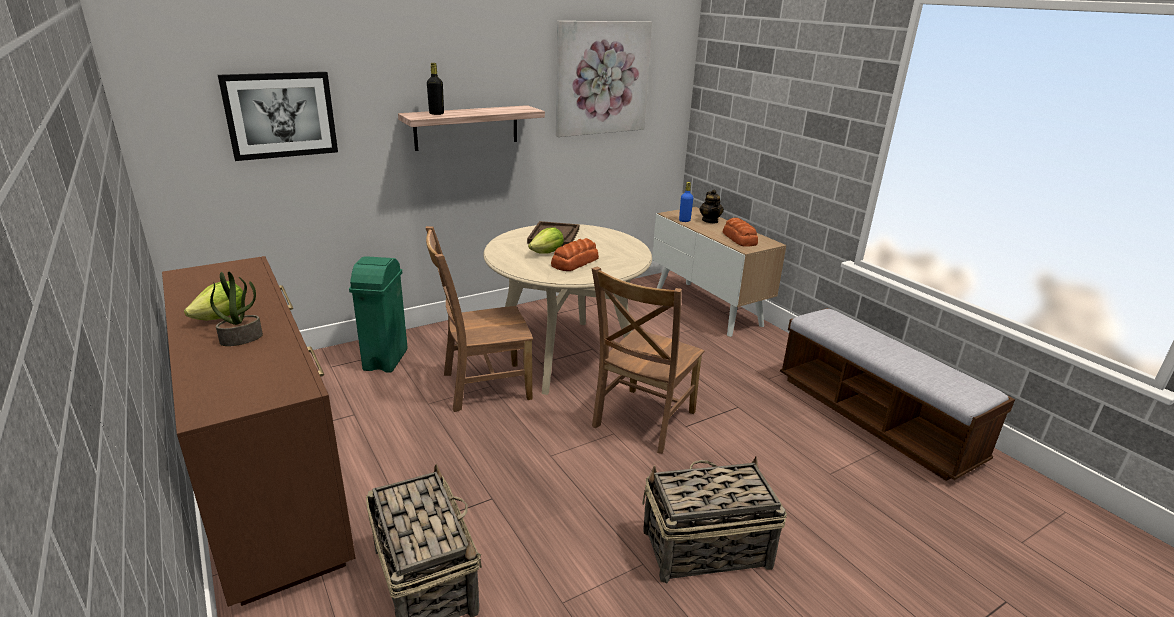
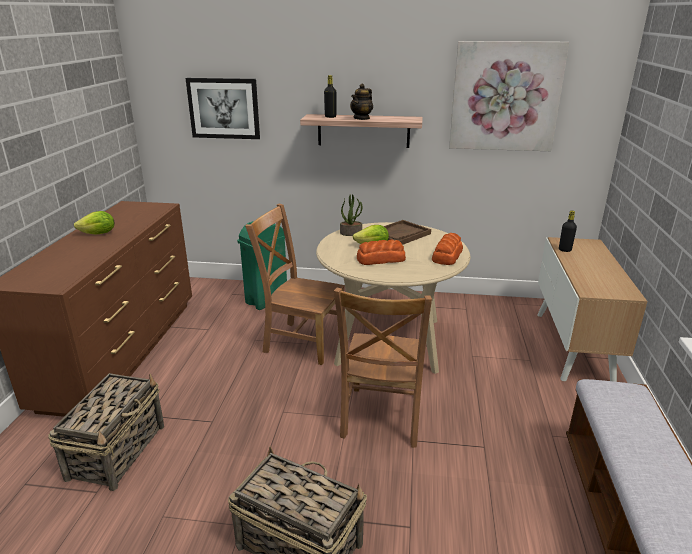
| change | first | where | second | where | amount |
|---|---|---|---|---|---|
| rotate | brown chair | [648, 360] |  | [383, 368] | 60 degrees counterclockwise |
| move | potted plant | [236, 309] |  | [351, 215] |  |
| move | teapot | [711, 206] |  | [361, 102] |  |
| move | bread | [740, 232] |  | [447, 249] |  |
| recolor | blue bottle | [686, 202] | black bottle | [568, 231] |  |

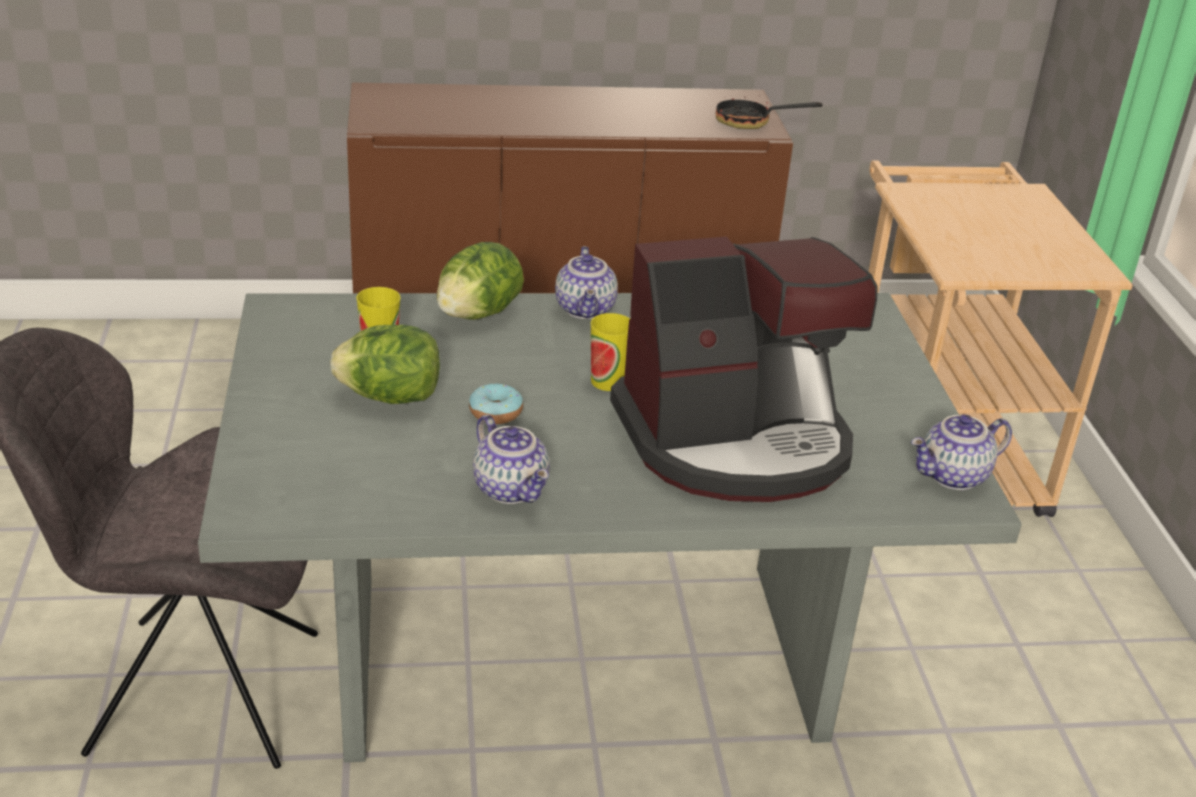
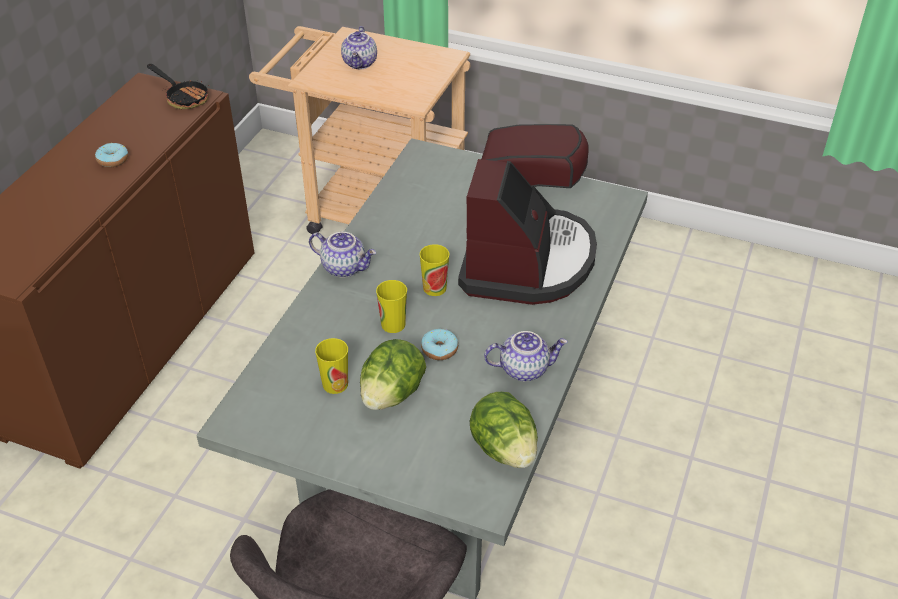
| change | first | where | second | where | amount |
|---|---|---|---|---|---|
| insert |  |  | donut | [111, 155] |  |
| rotate | frying pan | [769, 108] |  | [178, 86] | 75 degrees counterclockwise |
| move | teapot | [961, 452] |  | [359, 47] |  |
| insert |  |  | cup | [391, 306] |  |
| move | lettuce | [480, 281] |  | [504, 430] |  |

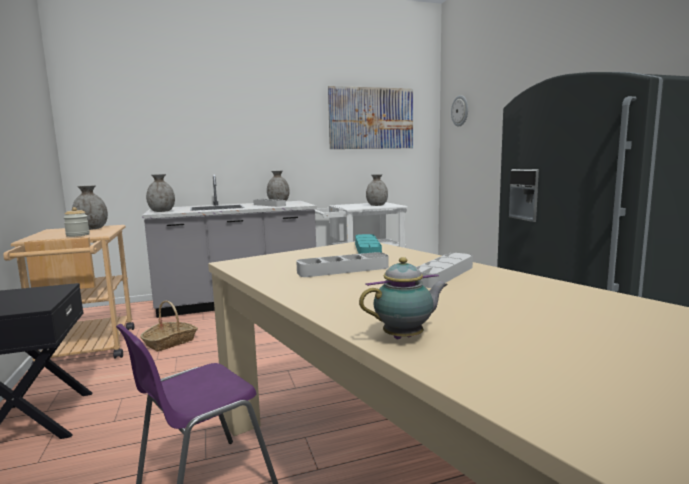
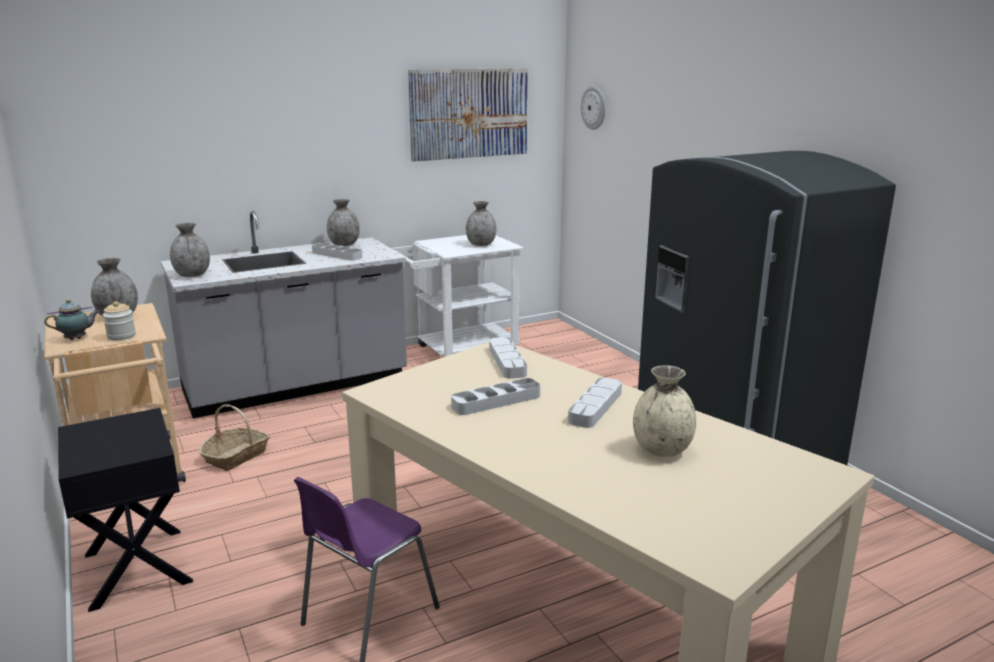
| change | first | where | second | where | amount |
|---|---|---|---|---|---|
| move | teapot | [403, 298] |  | [72, 319] |  |
| recolor | turquoise tray | [368, 244] | grey tray | [508, 358] |  |
| insert |  |  | beige vase | [664, 411] |  |

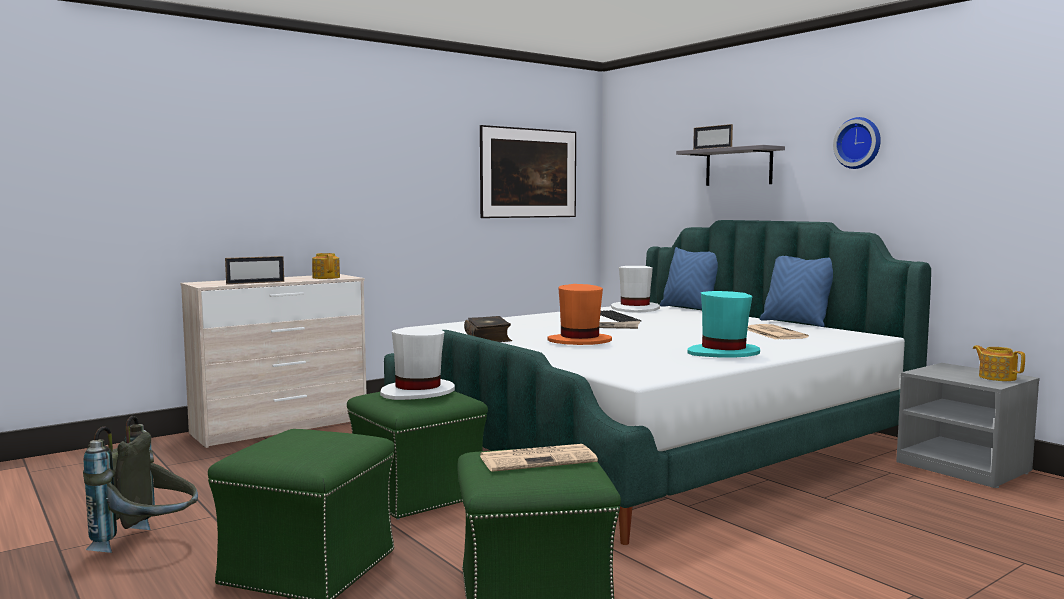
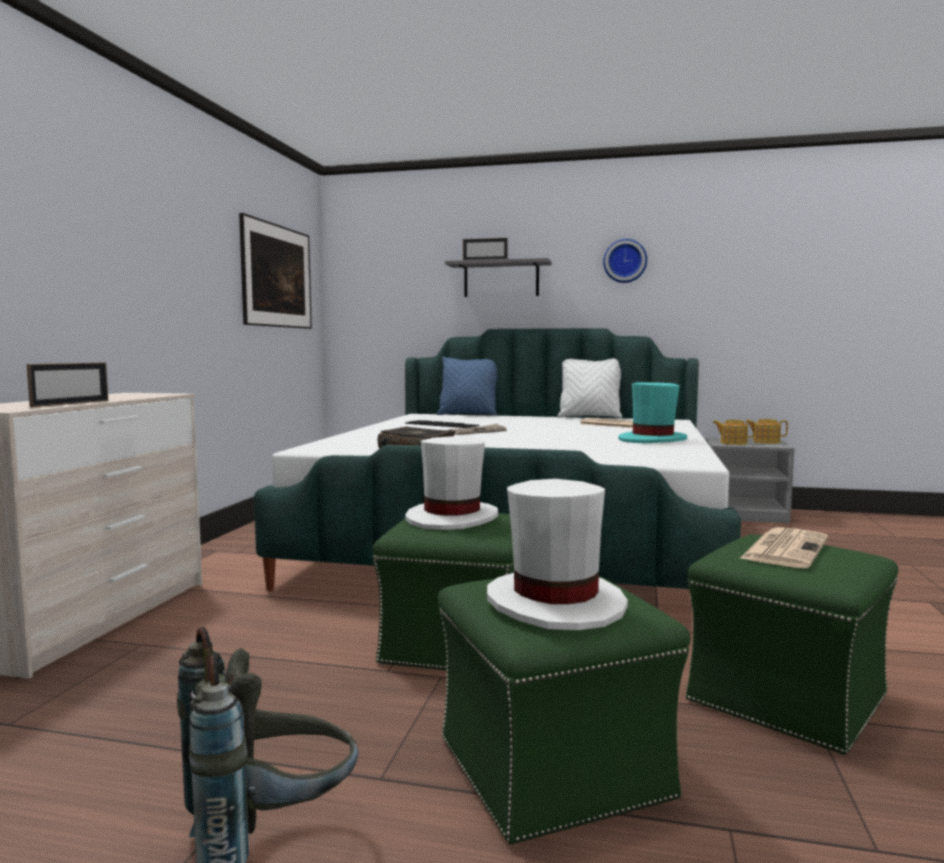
| change | first | where | second | where | amount |
|---|---|---|---|---|---|
| move | white hat | [635, 289] |  | [557, 554] |  |
| recolor | blue pillow | [796, 291] | white pillow | [590, 388] |  |
| move | teapot | [326, 266] |  | [734, 432] |  |
| delete | orange hat | [579, 314] |  |  |  |

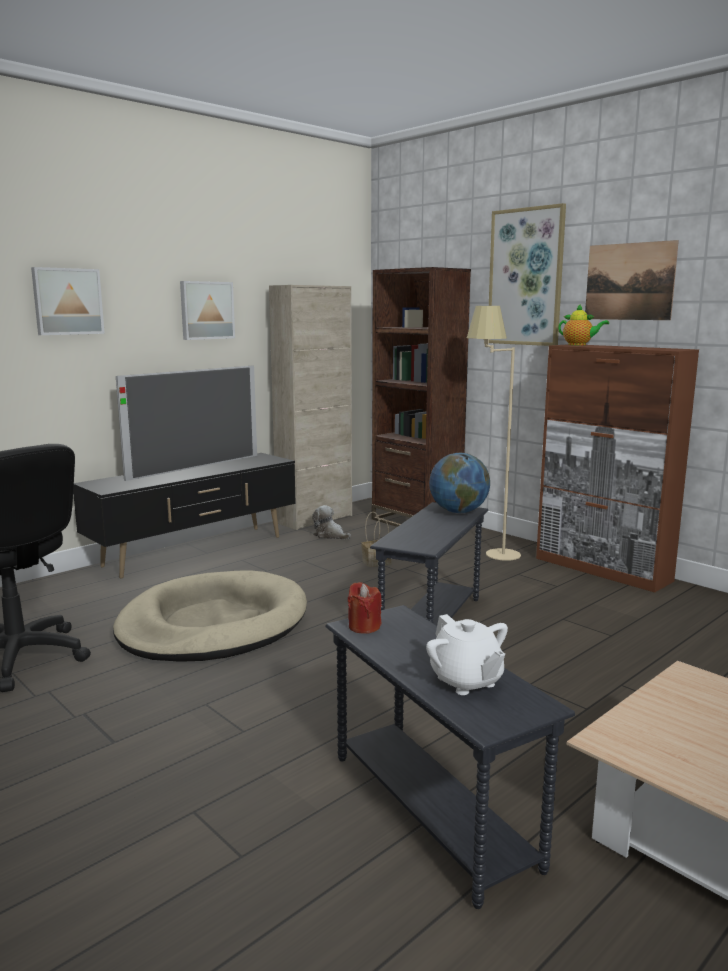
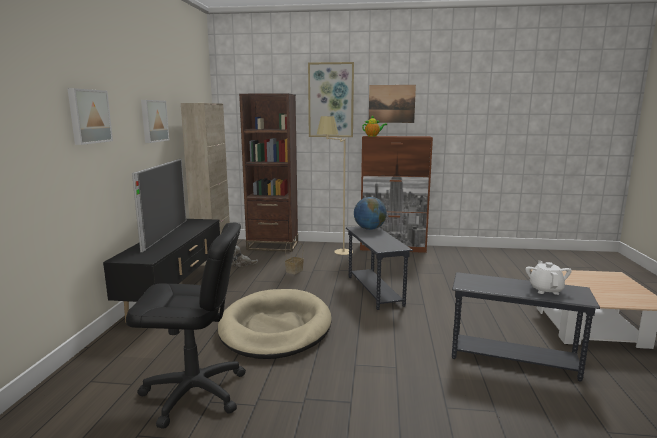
| change | first | where | second | where | amount |
|---|---|---|---|---|---|
| rotate | white teapot | [467, 654] |  | [548, 278] | 105 degrees counterclockwise |
| delete | red candle | [365, 608] |  |  |  |

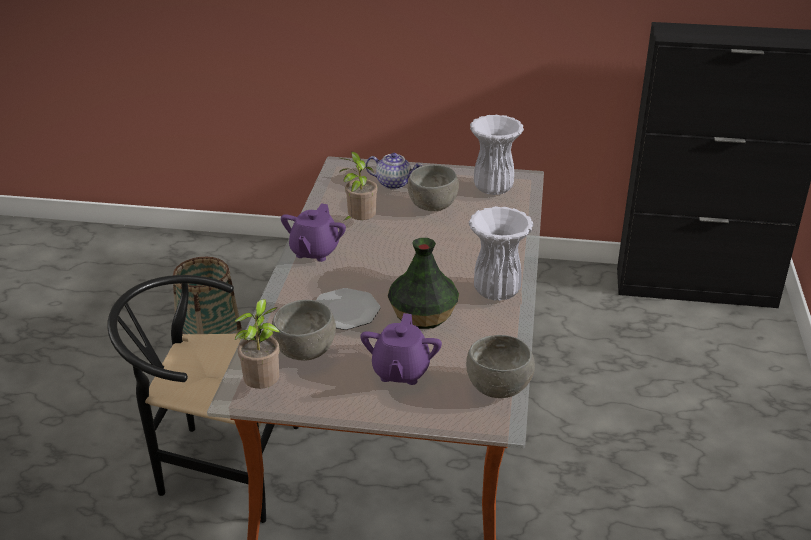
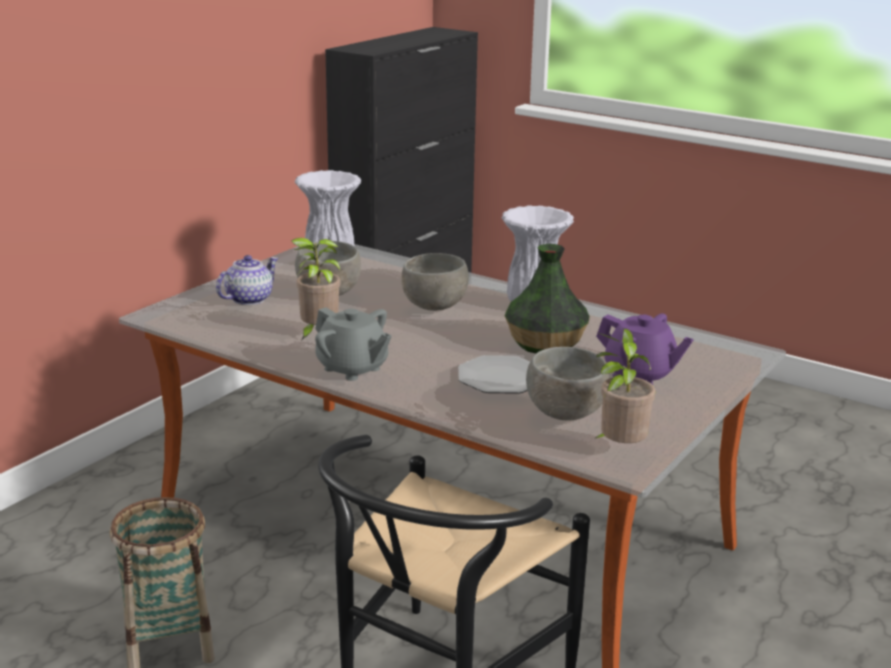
| change | first | where | second | where | amount |
|---|---|---|---|---|---|
| recolor | purple teapot | [313, 232] | grey teapot | [353, 344] |  |
| move | grey bowl | [500, 366] |  | [435, 282] |  |

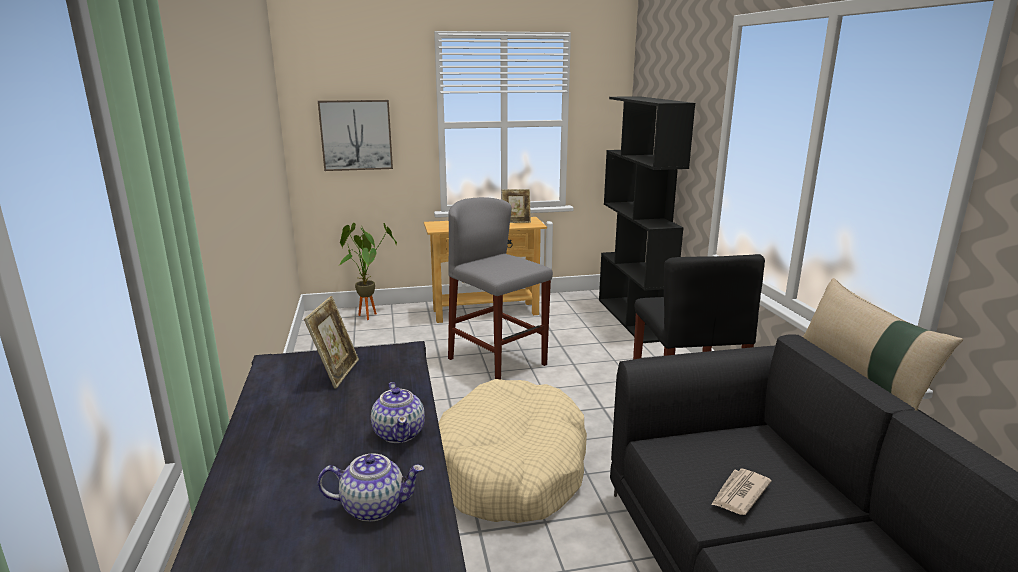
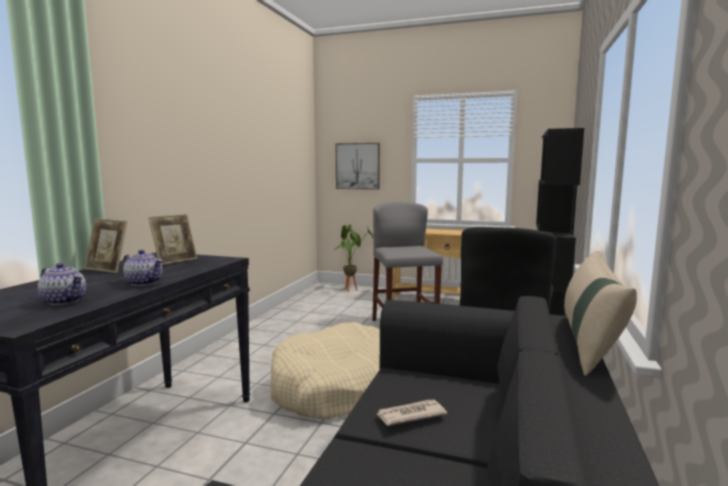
| change | first | where | second | where | amount |
|---|---|---|---|---|---|
| move | picture frame | [516, 206] |  | [105, 245] |  |
| rotate | teapot | [398, 412] |  | [143, 268] | 75 degrees counterclockwise |

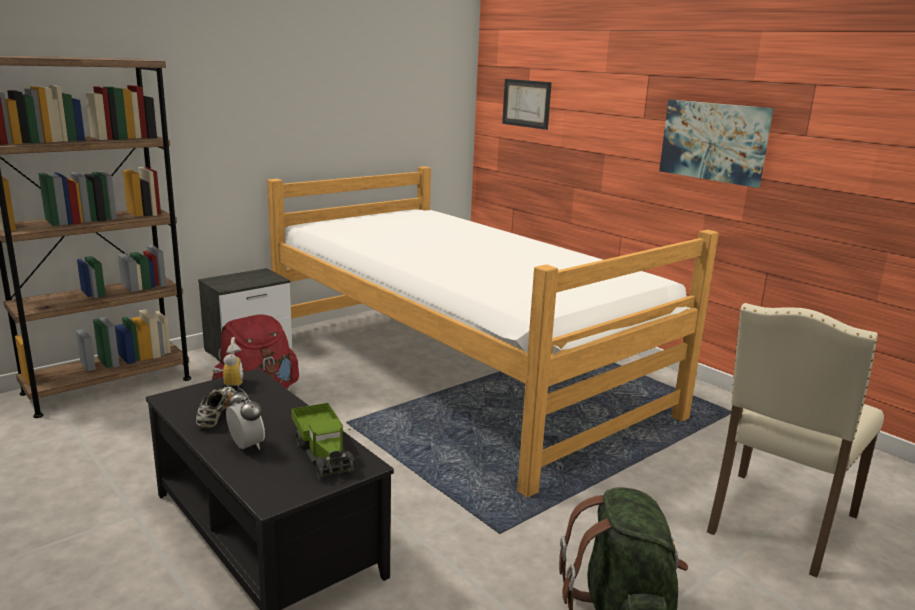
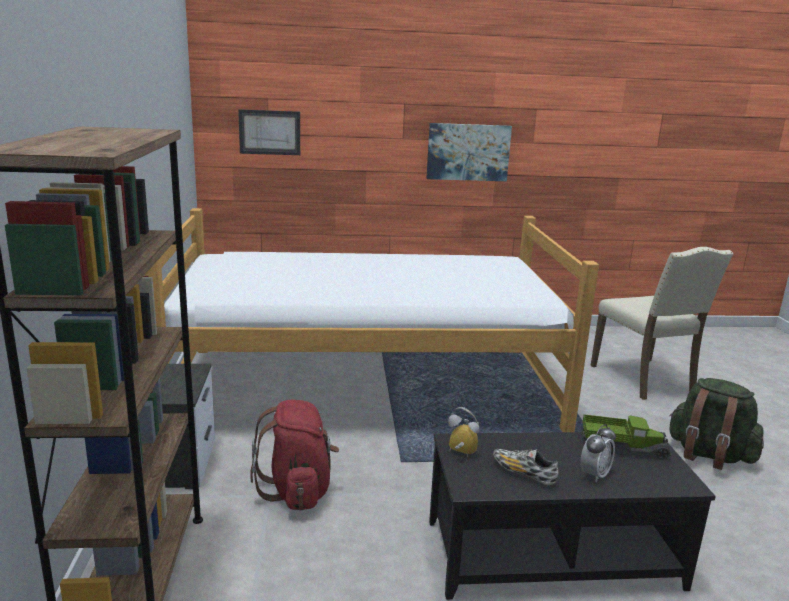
| change | first | where | second | where | amount |
|---|---|---|---|---|---|
| rotate | alarm clock | [245, 419] |  | [598, 453] | 135 degrees clockwise |

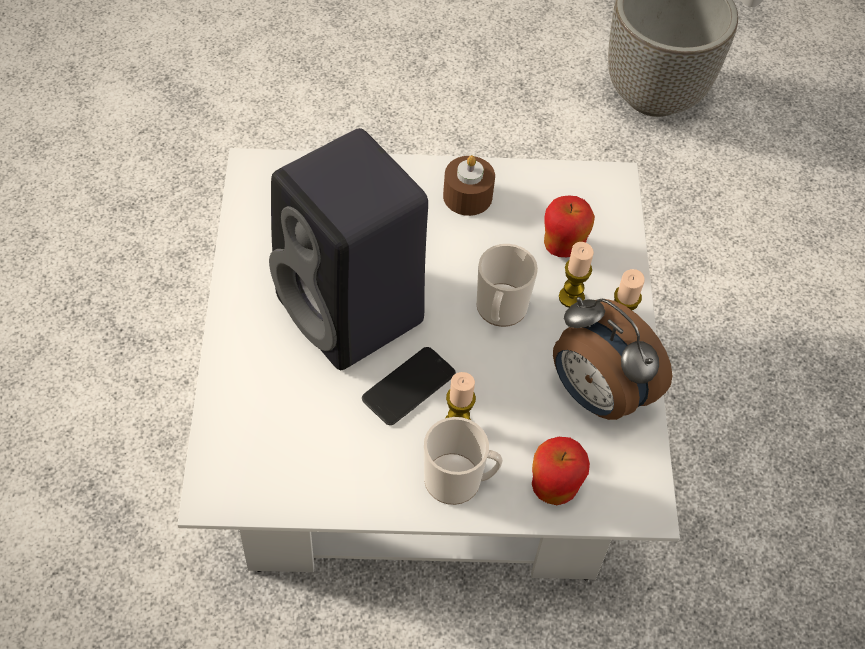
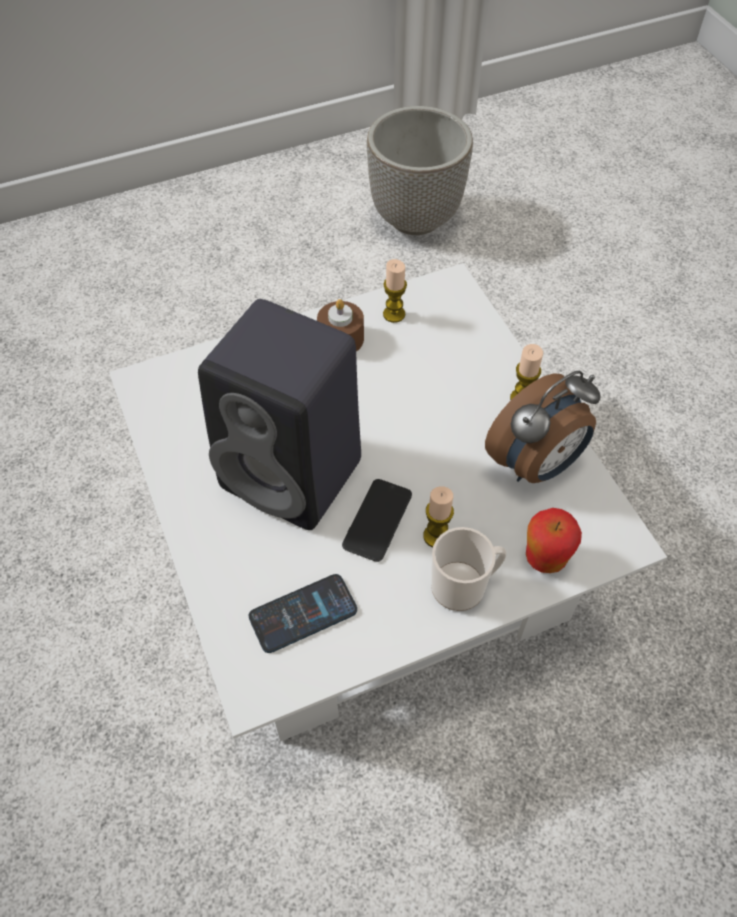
| change | first | where | second | where | amount |
|---|---|---|---|---|---|
| insert |  |  | phone | [303, 613] |  |
| move | candle | [576, 275] |  | [395, 291] |  |
| rotate | alarm clock | [612, 358] |  | [542, 426] | 60 degrees counterclockwise |
| delete | mug | [507, 285] |  |  |  |
| delete | apple | [569, 226] |  |  |  |

